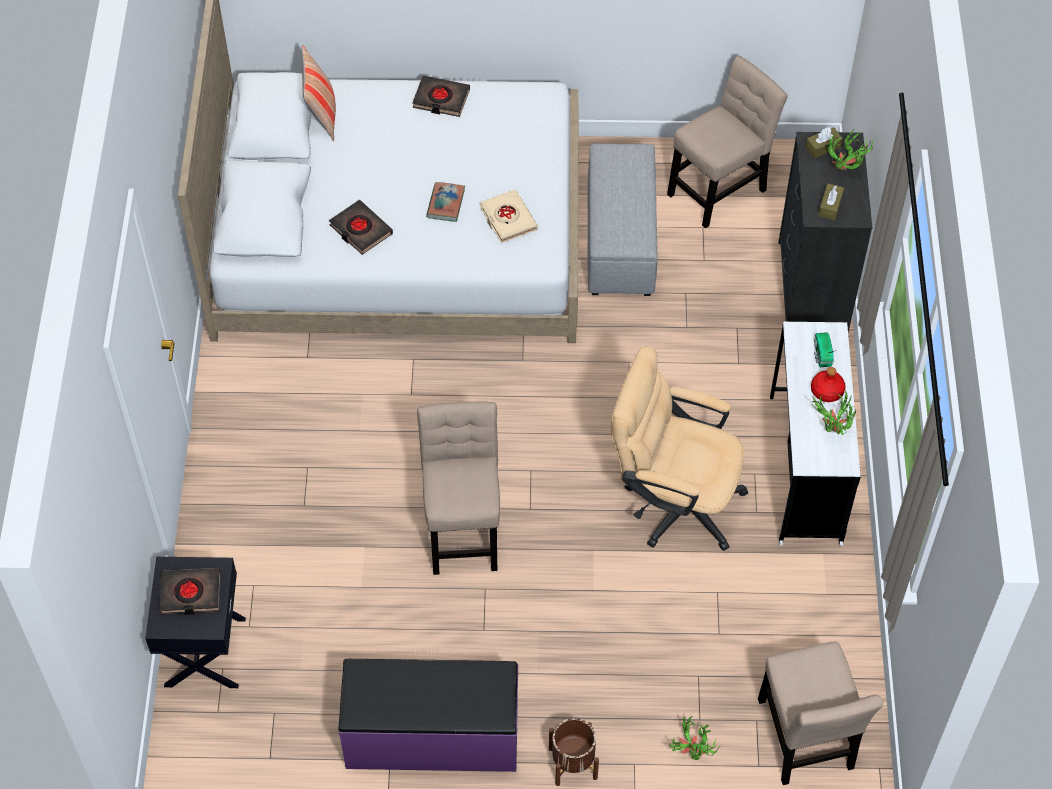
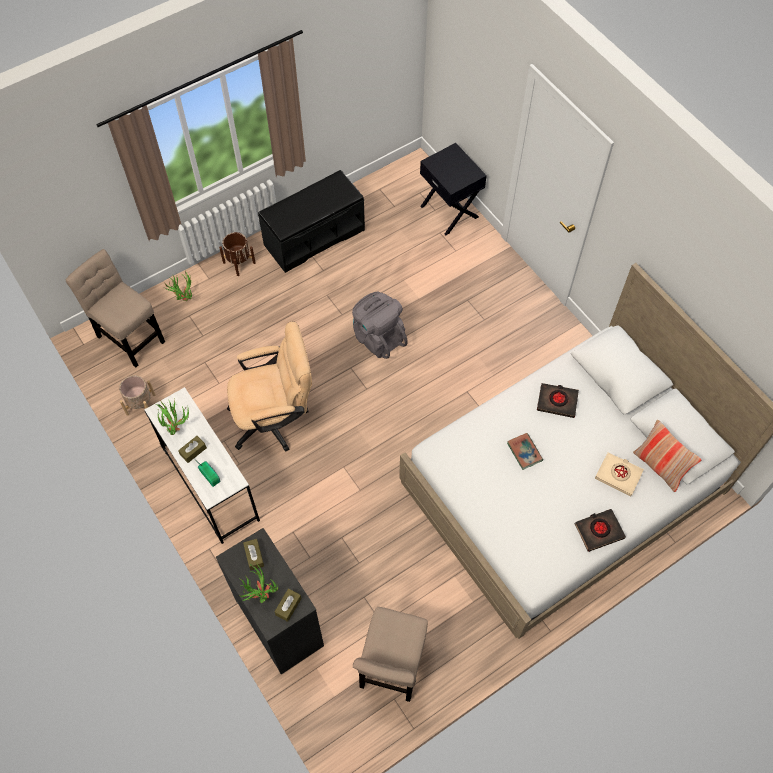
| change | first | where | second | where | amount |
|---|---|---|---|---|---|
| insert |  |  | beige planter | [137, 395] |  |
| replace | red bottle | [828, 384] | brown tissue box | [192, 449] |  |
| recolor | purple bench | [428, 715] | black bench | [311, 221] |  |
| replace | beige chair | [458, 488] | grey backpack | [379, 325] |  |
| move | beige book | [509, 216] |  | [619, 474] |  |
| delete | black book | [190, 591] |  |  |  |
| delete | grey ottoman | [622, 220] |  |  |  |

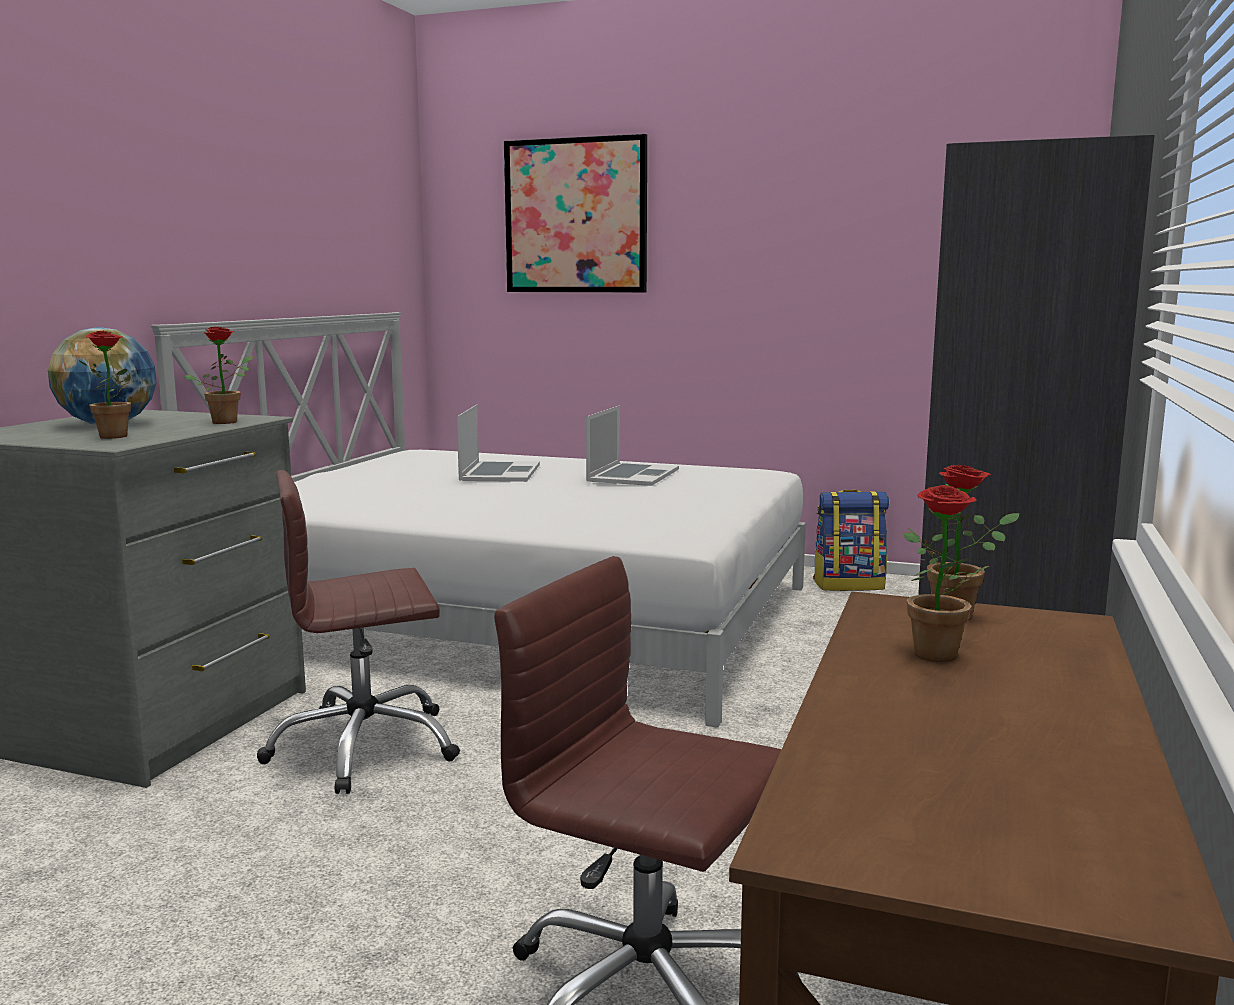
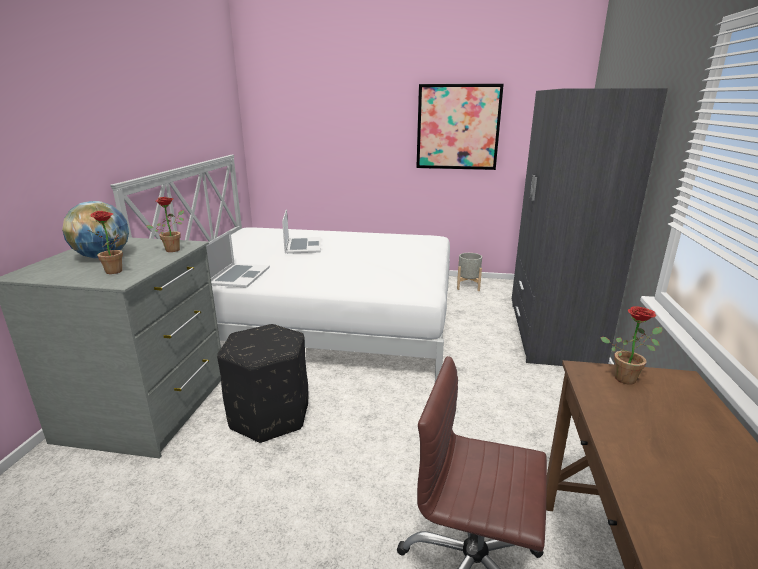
| change | first | where | second | where | amount |
|---|---|---|---|---|---|
| move | laptop | [632, 446] |  | [238, 259] |  |
| replace | brown office chair | [358, 632] | black ottoman | [262, 383] |  |
| move | picture | [575, 213] |  | [460, 127] |  |
| replace | backpack | [851, 540] | grey planter | [469, 272] |  |
| delete | potted plant | [948, 573] |  |  |  |

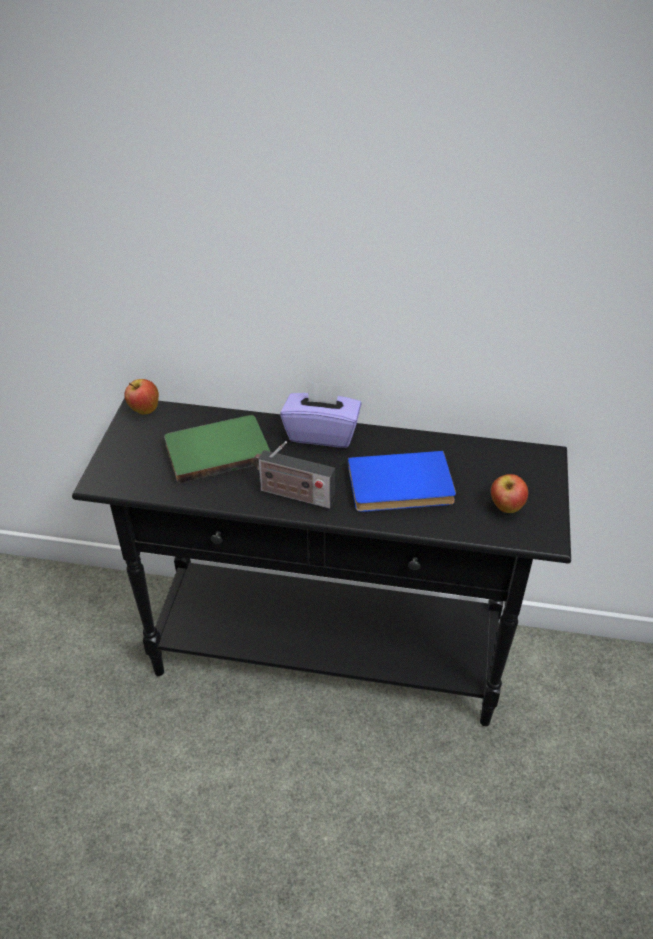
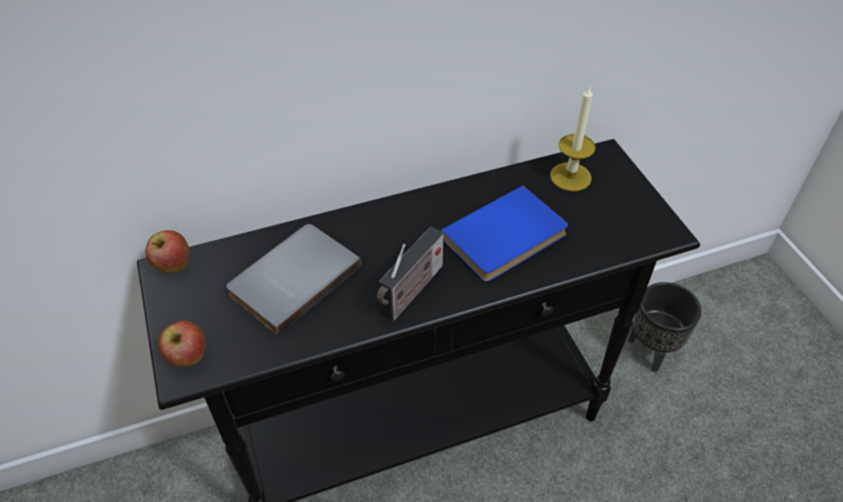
| change | first | where | second | where | amount |
|---|---|---|---|---|---|
| move | apple | [509, 493] |  | [182, 343] |  |
| recolor | green book | [217, 449] | grey book | [293, 280] |  |
| rotate | radio | [294, 475] |  | [410, 274] | 45 degrees counterclockwise |
| insert |  |  | candle | [573, 138] |  |
| insert |  |  | black planter | [664, 327] |  |
| delete | purple tissue box | [320, 414] |  |  |  |

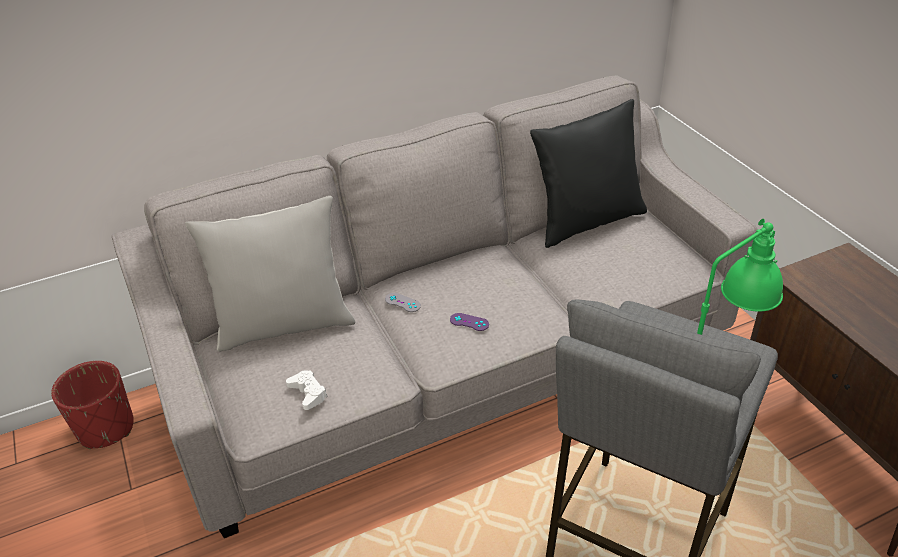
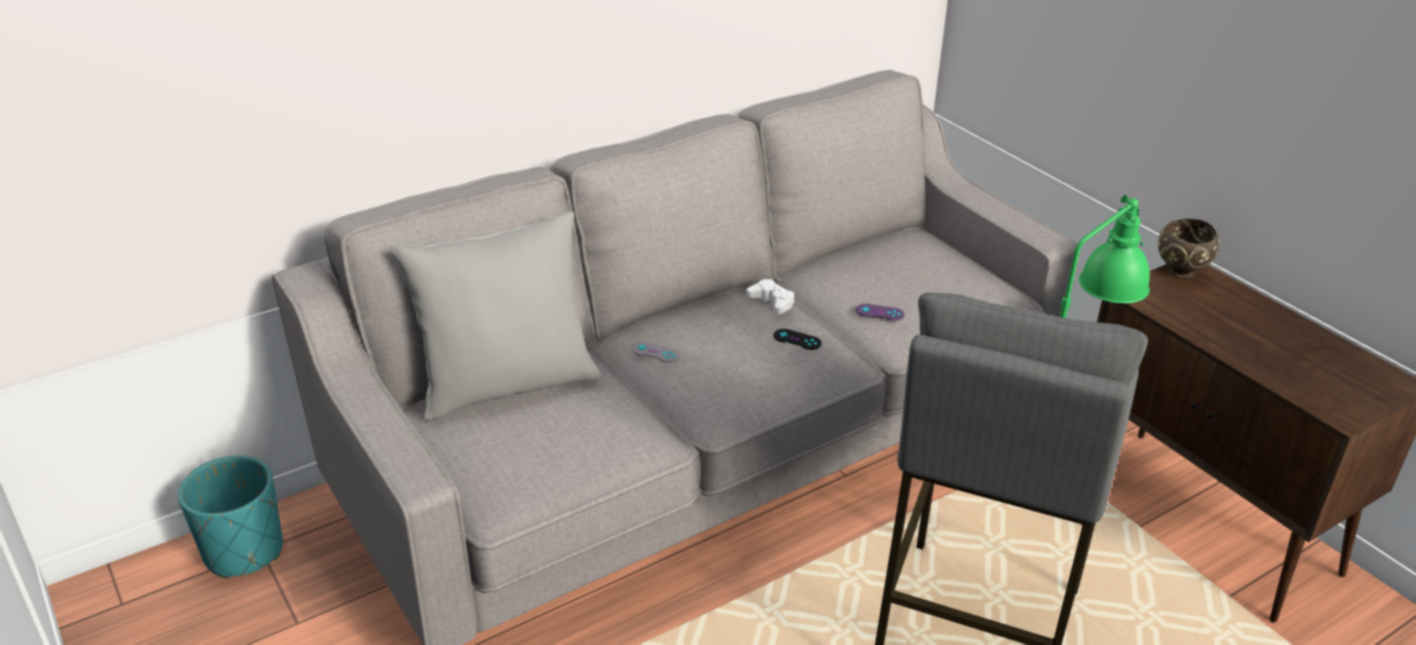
| change | first | where | second | where | amount |
|---|---|---|---|---|---|
| recolor | red planter | [92, 405] | turquoise planter | [230, 517] |  |
| move | white game controller | [307, 390] |  | [770, 296] |  |
| insert |  |  | black game controller | [798, 339] |  |
| move | purple game controller | [469, 322] |  | [880, 312] |  |
| insert |  |  | brown bowl | [1189, 249] |  |
| delete | black pillow | [588, 173] |  |  |  |

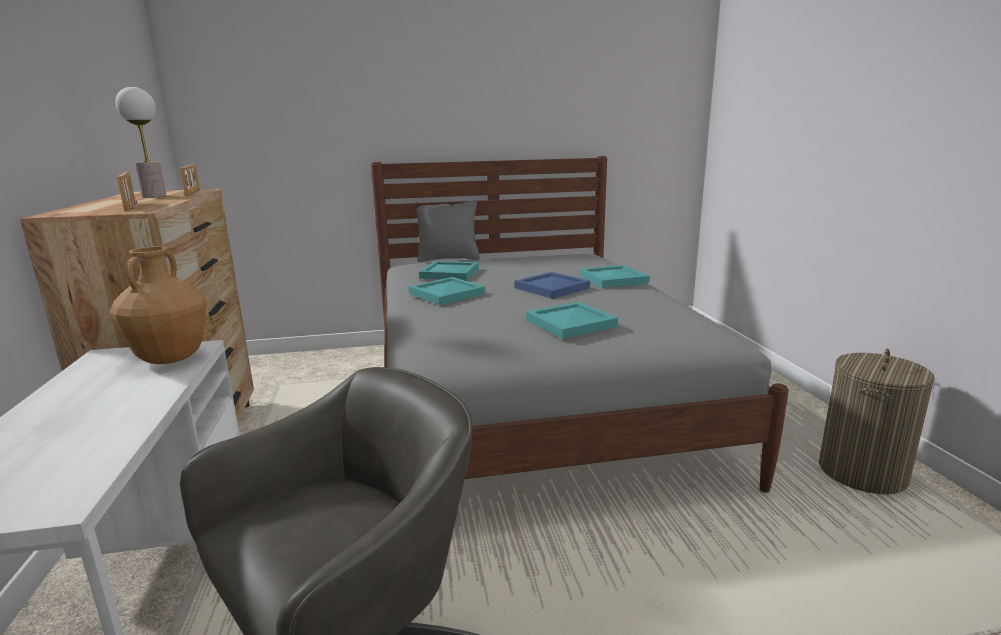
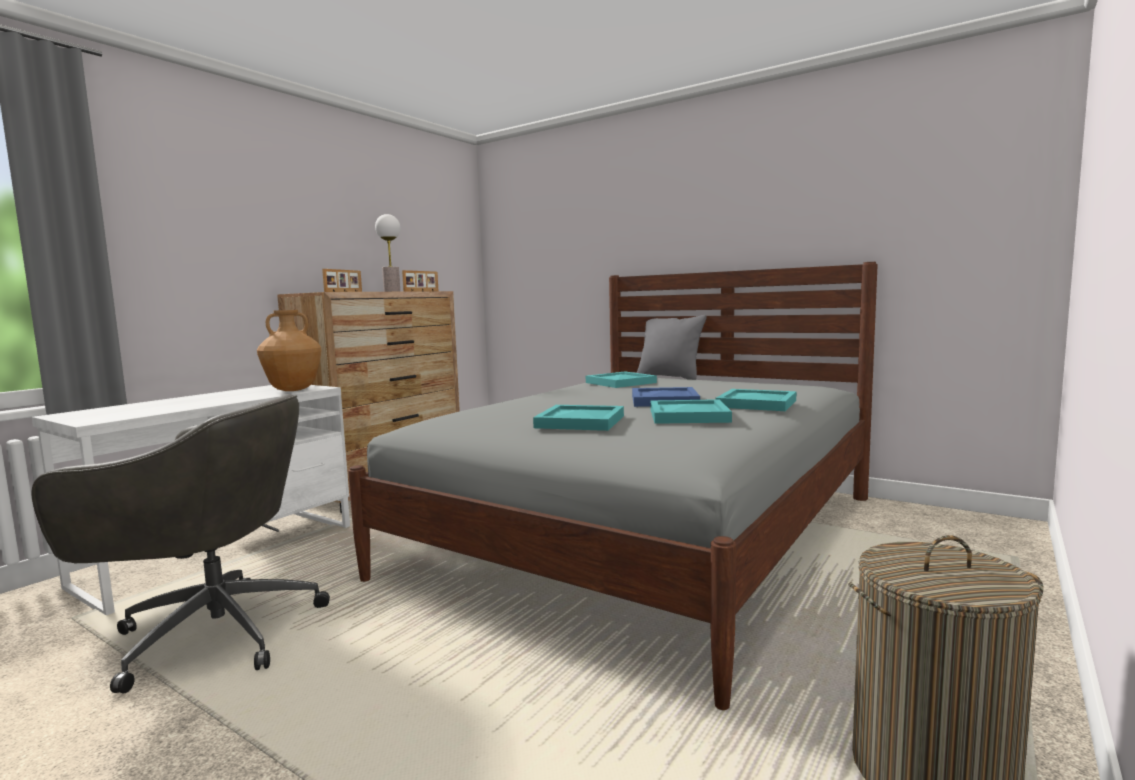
| change | first | where | second | where | amount |
|---|---|---|---|---|---|
| move | turquoise tray | [447, 291] |  | [691, 411] |  |

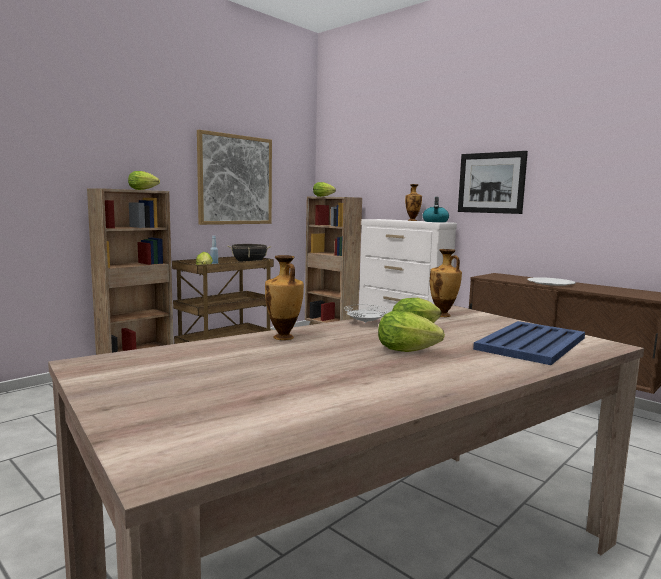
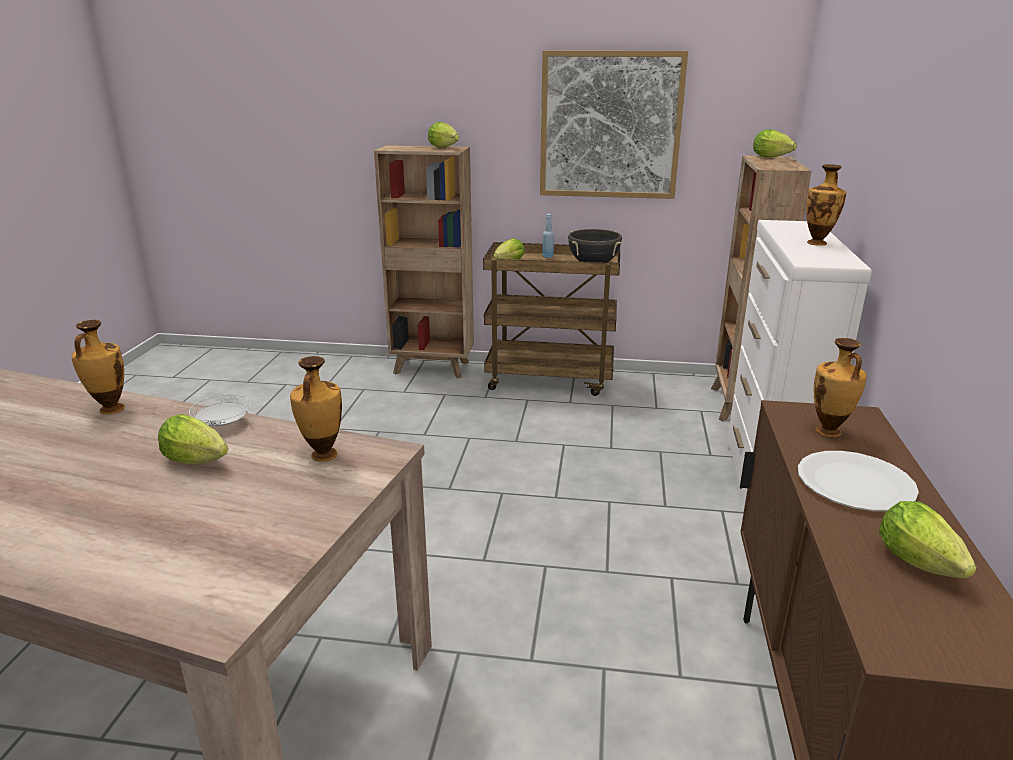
| change | first | where | second | where | amount |
|---|---|---|---|---|---|
| insert |  |  | vase | [840, 387] |  |
| move | lettuce | [411, 331] |  | [928, 539] |  |
| delete | kettle | [435, 209] |  |  |  |
| delete | picture | [493, 182] |  |  |  |
| delete | blue tray | [529, 343] |  |  |  |

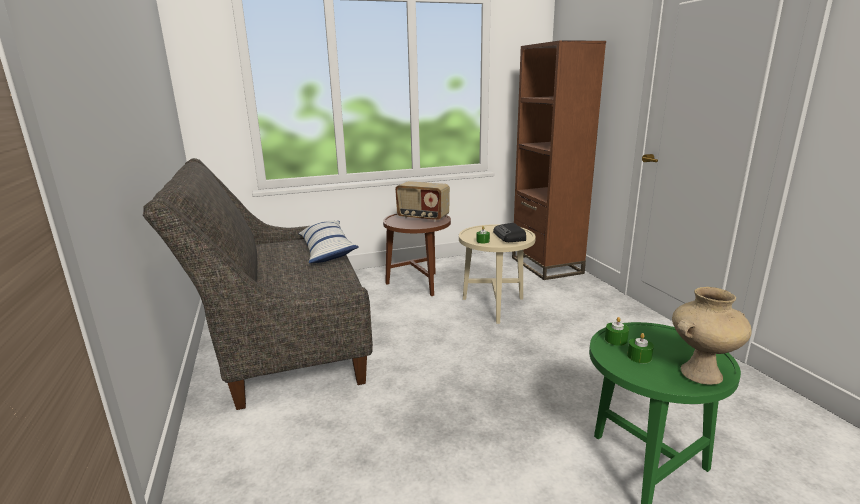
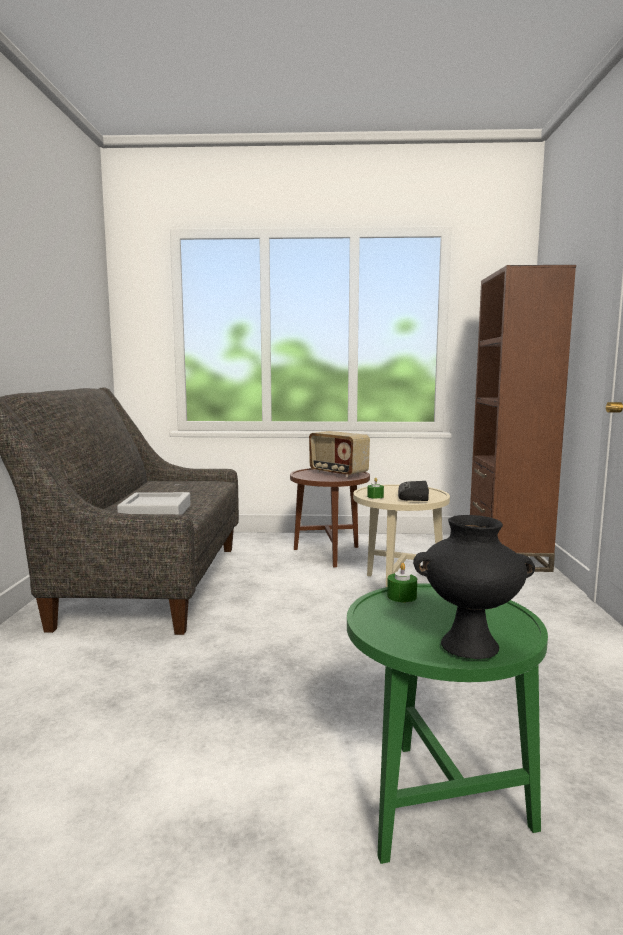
| change | first | where | second | where | amount |
|---|---|---|---|---|---|
| insert |  |  | grey tray | [154, 503] |  |
| recolor | beige vase | [712, 336] | black vase | [474, 587] |  |
| delete | pillow | [328, 242] |  |  |  |
| delete | green candle | [640, 348] |  |  |  |

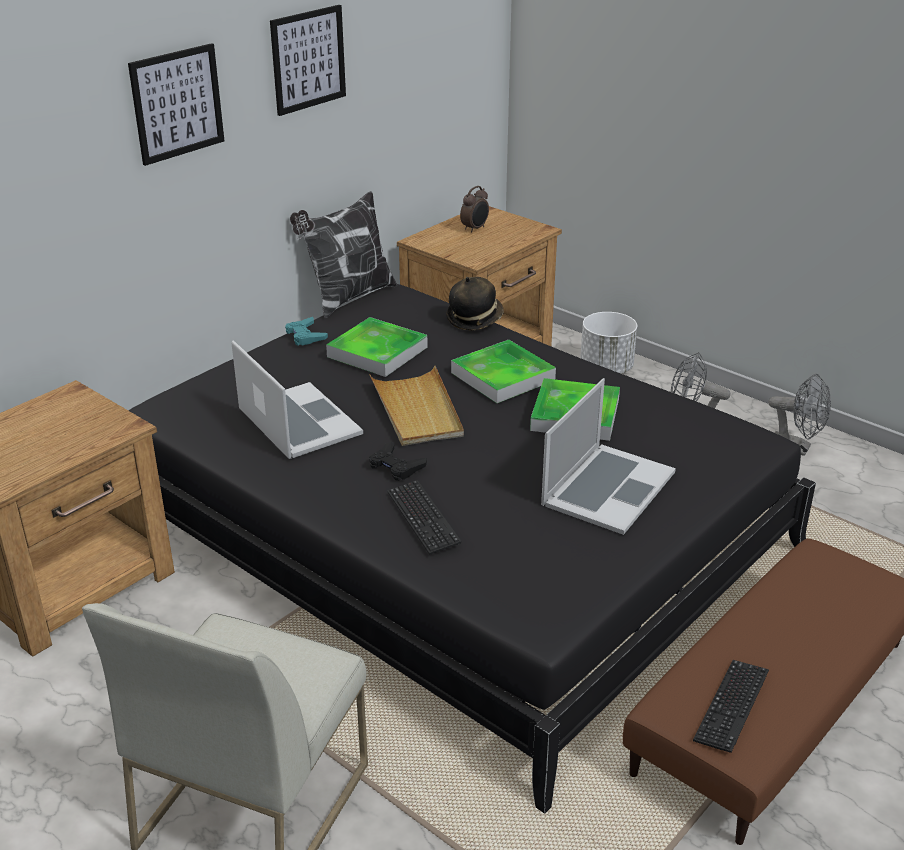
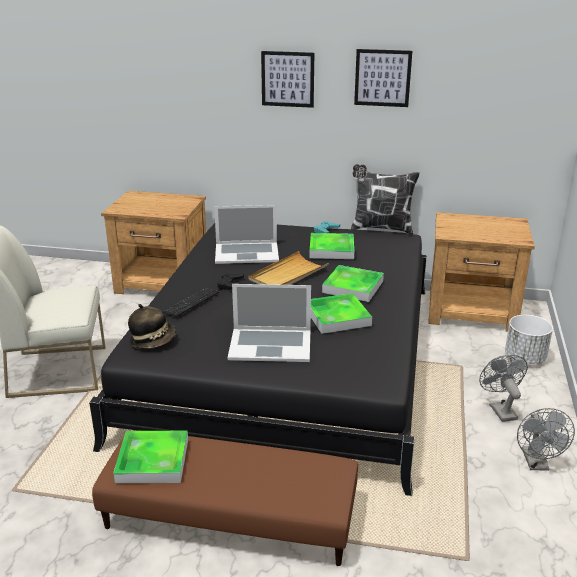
| change | first | where | second | where | amount |
|---|---|---|---|---|---|
| replace | keyboard | [731, 706] | tray | [150, 457] |  |
| move | hat | [475, 303] |  | [152, 326] |  |
| rotate | laptop | [297, 399] |  | [246, 234] | 60 degrees clockwise |
| delete | alarm clock | [474, 209] |  |  |  |

